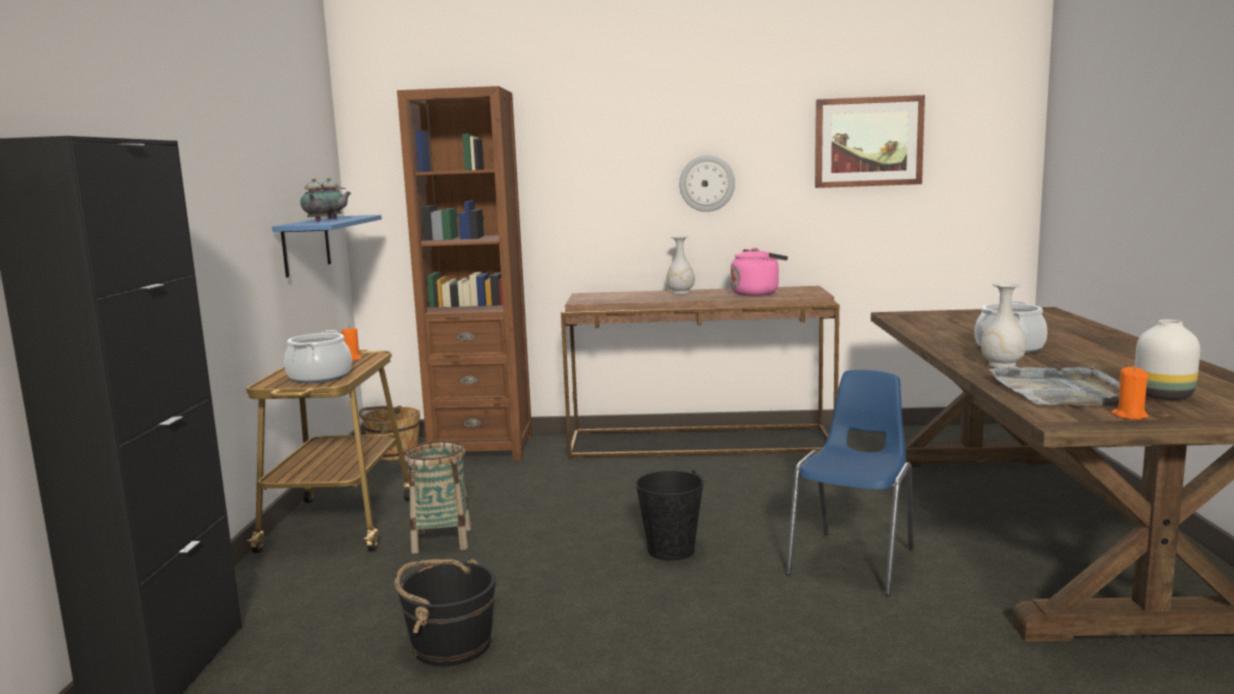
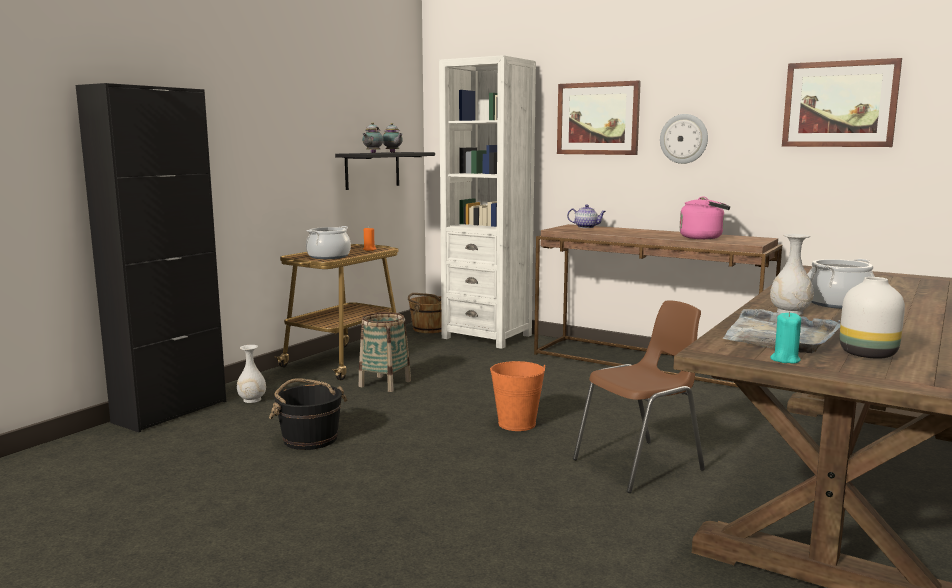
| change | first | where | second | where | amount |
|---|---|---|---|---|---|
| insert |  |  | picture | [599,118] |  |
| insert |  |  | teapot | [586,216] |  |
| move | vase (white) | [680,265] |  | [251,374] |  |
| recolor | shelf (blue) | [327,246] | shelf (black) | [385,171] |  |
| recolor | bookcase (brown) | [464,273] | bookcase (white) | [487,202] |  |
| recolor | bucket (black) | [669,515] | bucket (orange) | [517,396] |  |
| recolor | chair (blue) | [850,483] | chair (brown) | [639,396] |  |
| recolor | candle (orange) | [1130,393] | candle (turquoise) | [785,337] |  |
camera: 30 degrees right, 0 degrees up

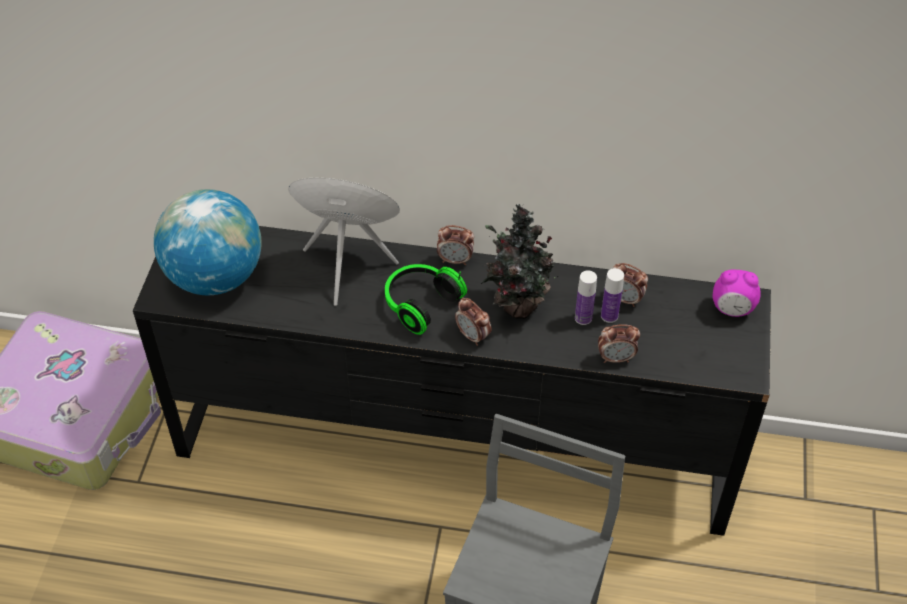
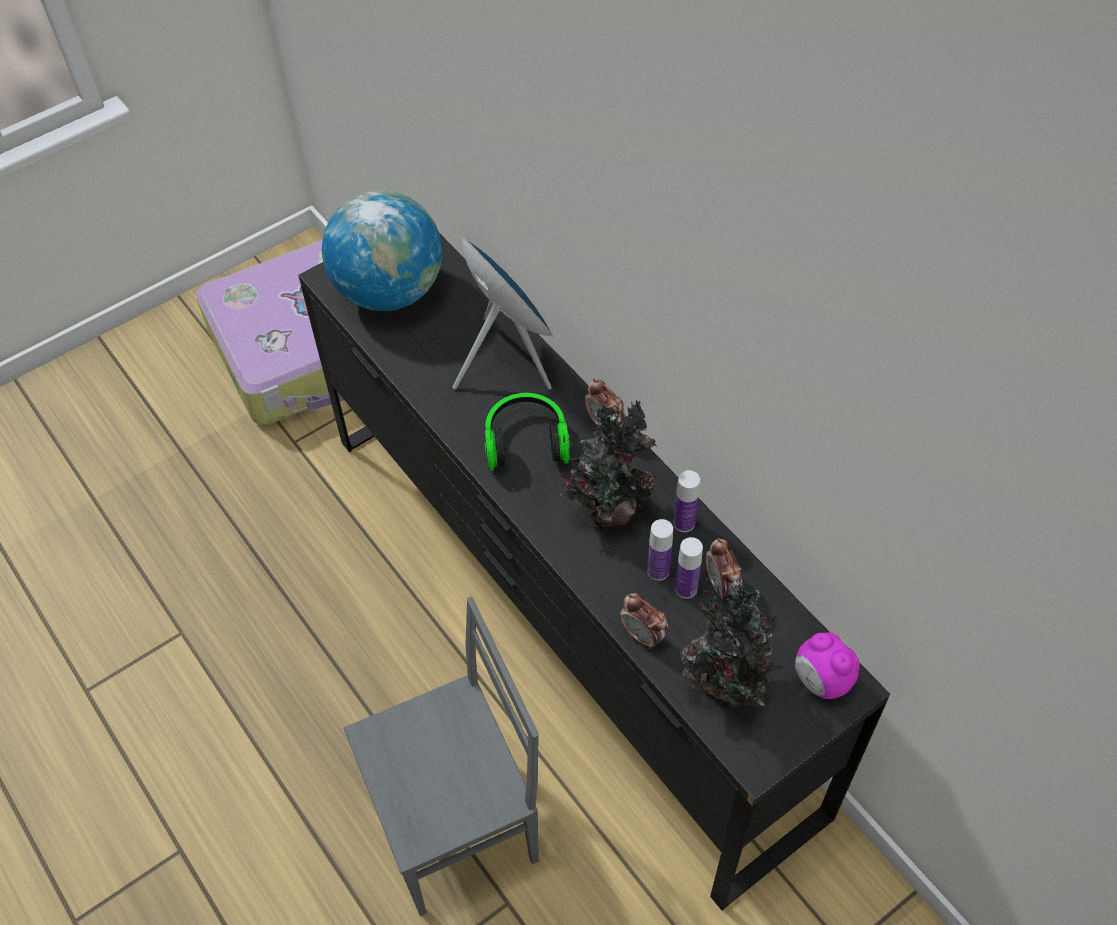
| change | first | where | second | where | amount |
|---|---|---|---|---|---|
| delete | alarm clock | [473,321] |  |  |  |
| insert |  |  | bottle | [686,501] |  |
| insert |  |  | potted plant | [731,640] |  |
camera: 45 degrees right, 5 degrees up

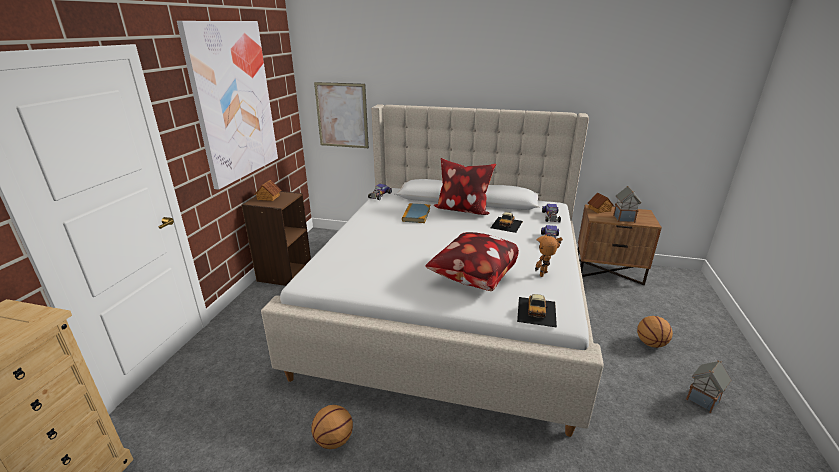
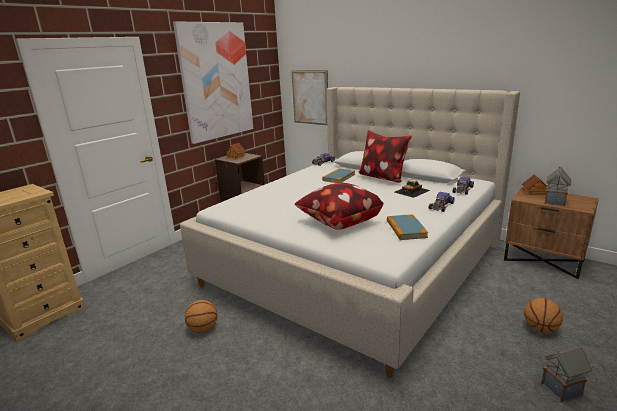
| change | first | where | second | where | amount |
|---|---|---|---|---|---|
| delete | toy car | [537,311] |  |  |  |
| replace | toy robot | [549,256] | book | [407,227] |  |
camera: 25 degrees right, 5 degrees down

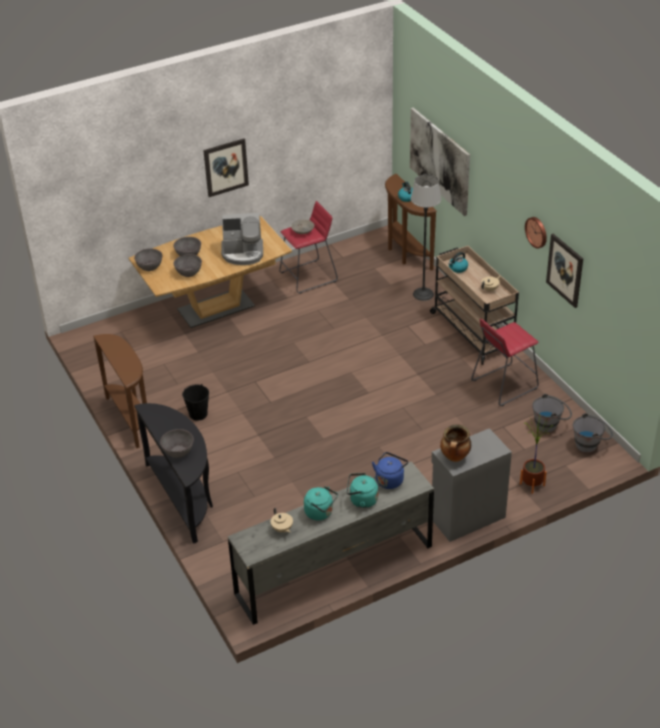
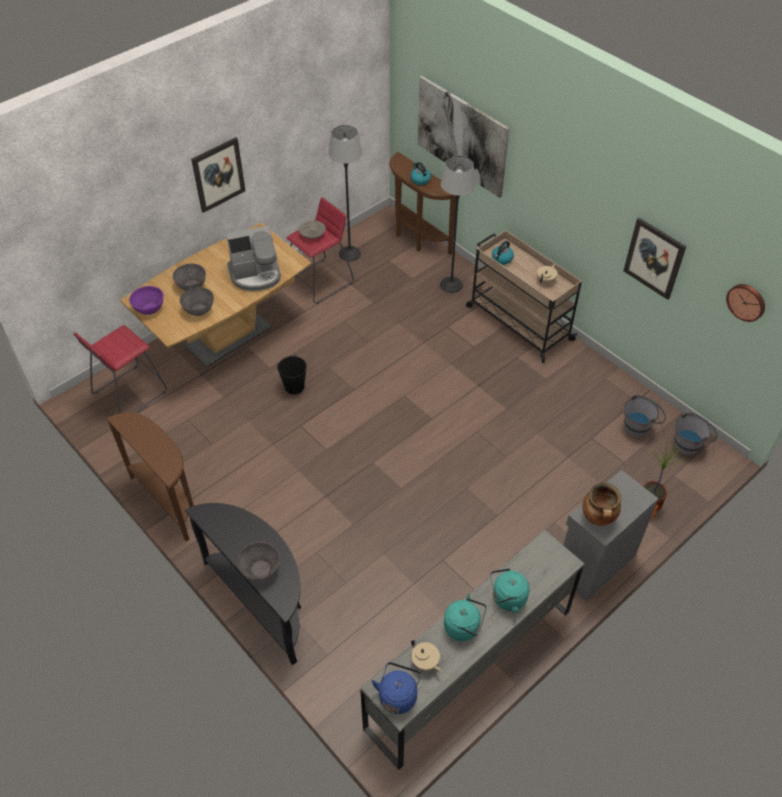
| change | first | where | second | where | amount |
|---|---|---|---|---|---|
| insert |  |  | floor lamp | [345,193] |  |
| move | bucket (black) | [195,402] |  | [292,375] |  |
| move | kettle (blue) | [390,470] |  | [396,688] |  |
| move | stool (red) | [505,362] |  | [120,369] |  |
| move | wall clock | [536,233] |  | [745,303] |  |
| recolor | bowl (grey) | [148,259] | bowl (purple) | [146,300] |  |
camera: 15 degrees left, 10 degrees up

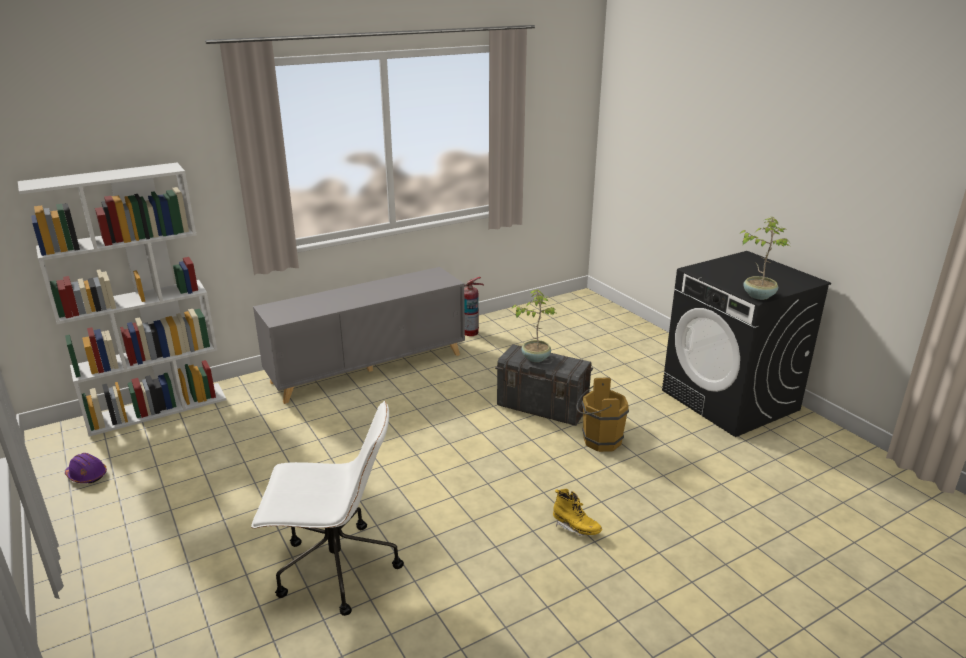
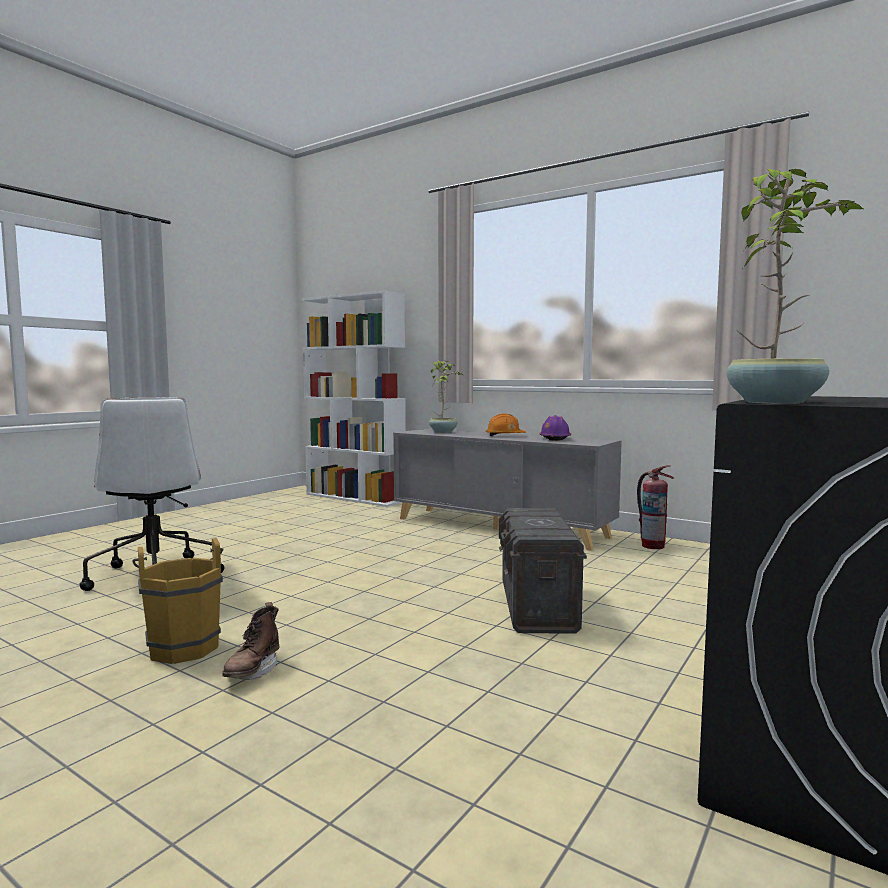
| change | first | where | second | where | amount |
|---|---|---|---|---|---|
| insert |  |  | hard hat (orange) | [506,424] |  |
| move | hard hat (purple) | [86,468] |  | [555,428] |  |
| move | potted plant | [533,325] |  | [446,397] |  |
| move | bucket (brown) | [602,415] |  | [177,601] |  |
| recolor | boot (yellow) | [577,512] | boot (brown) | [251,641] |  |
camera: 65 degrees right, 20 degrees down

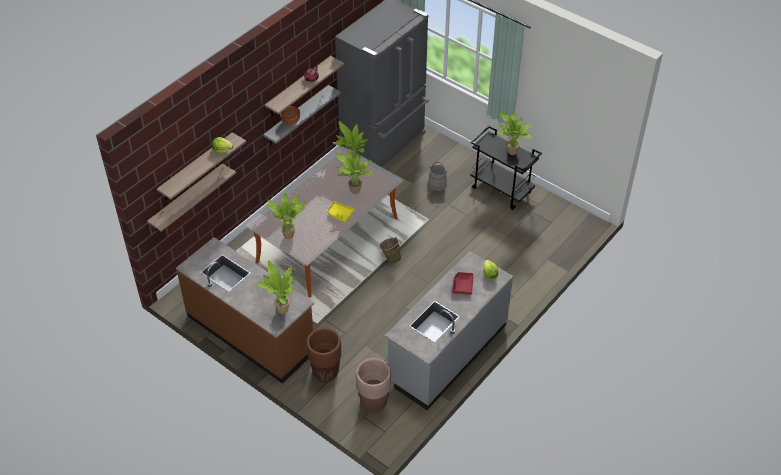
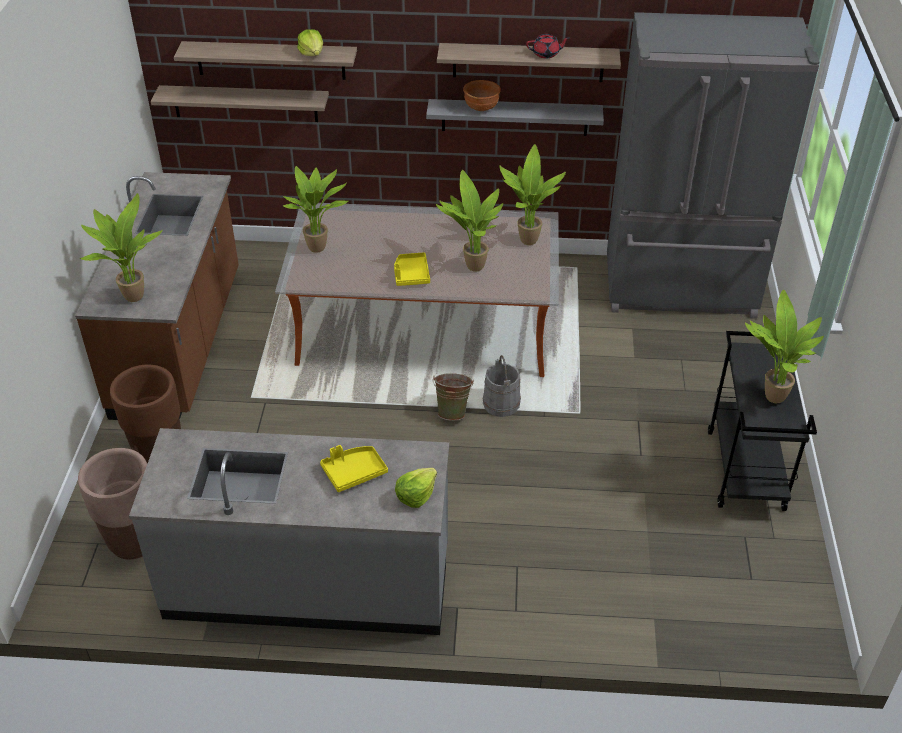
| change | first | where | second | where | amount |
|---|---|---|---|---|---|
| move | bucket (grey) | [438,176] |  | [502,386] |  |
| recolor | tray (red) | [463,283] | tray (yellow) | [354,468] |  |
camera: 55 degrees right, 5 degrees down

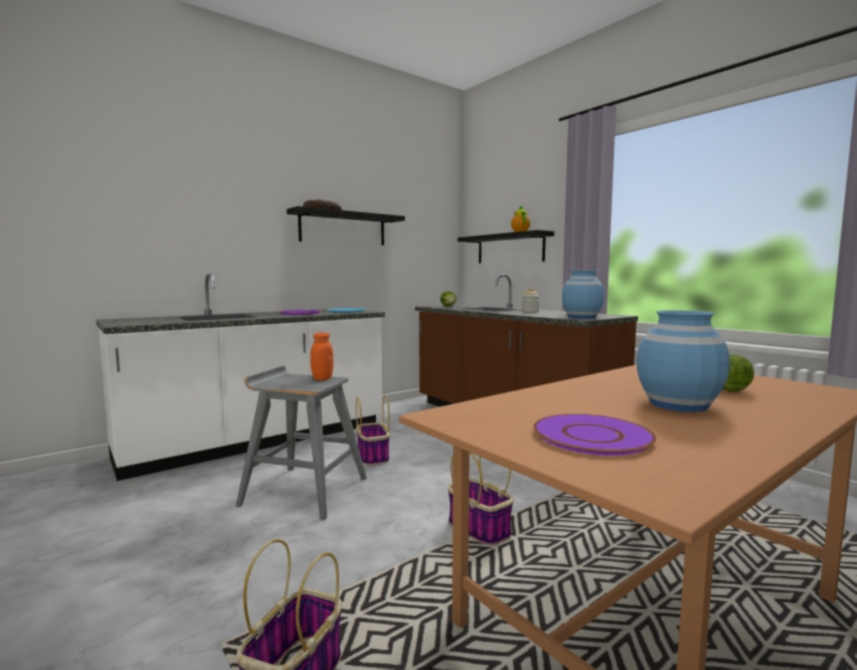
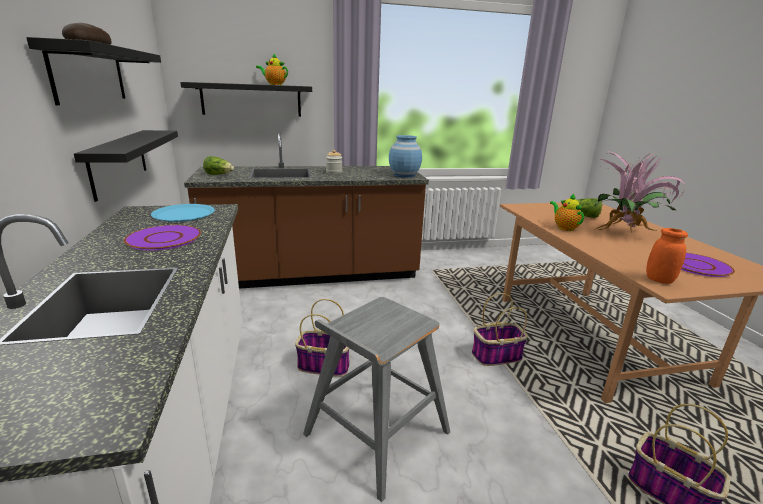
| change | first | where | second | where | amount |
|---|---|---|---|---|---|
| insert |  |  | shelf (black) | [126,166] |  |
| insert |  |  | teapot | [567,212] |  |
| move | jar (orange) | [321,356] |  | [667,256] |  |
| replace | vase (blue) | [683,361] | potted plant | [639,192] |  |
camera: 65 degrees left, 15 degrees up

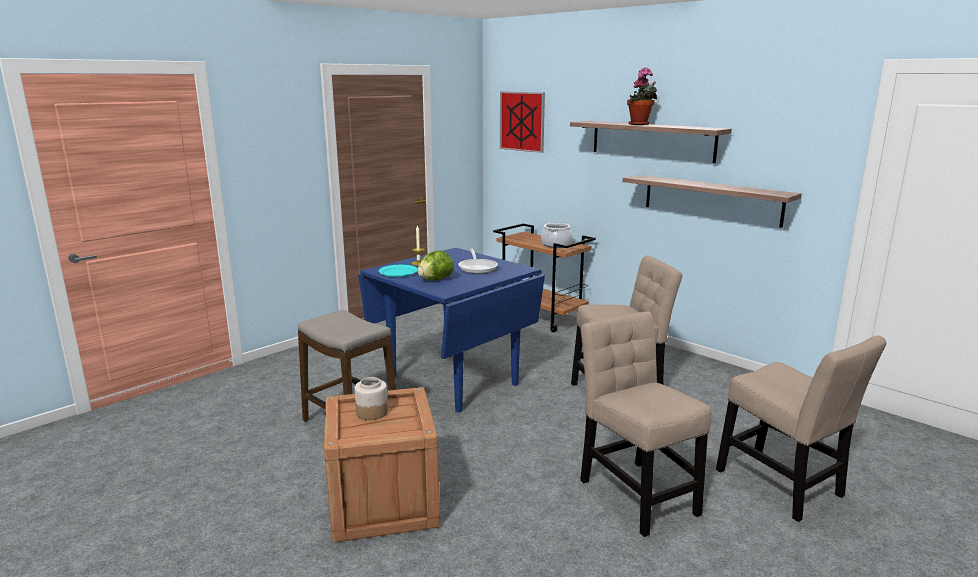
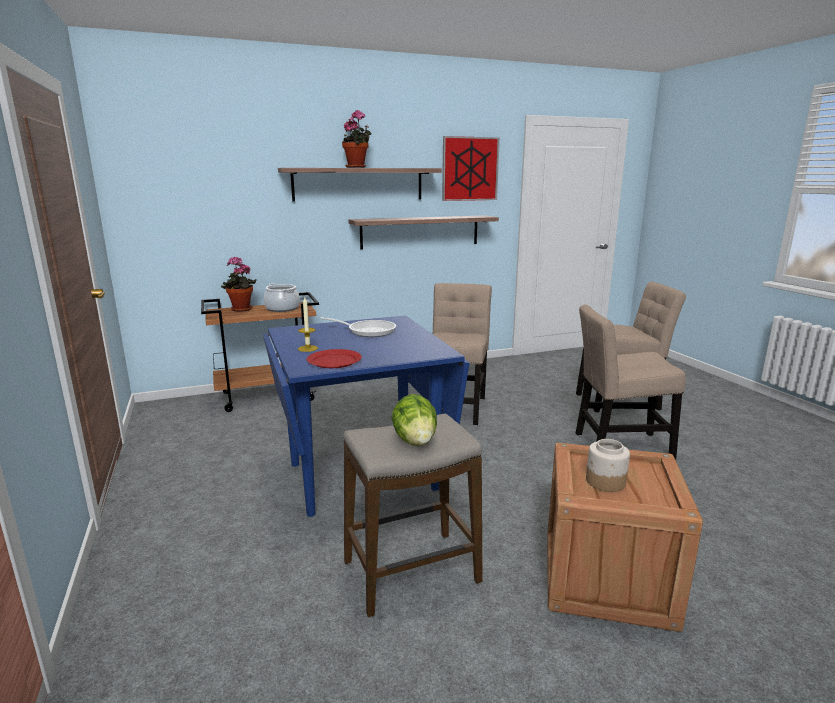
| change | first | where | second | where | amount |
|---|---|---|---|---|---|
| insert |  |  | potted plant | [239,284] |  |
| move | lettuce | [436,265] |  | [414,420] |  |
| move | picture | [522,122] |  | [471,168] |  |
| recolor | plate (turquoise) | [398,271] | plate (red) | [334,358] |  |
camera: 65 degrees left, 0 degrees up

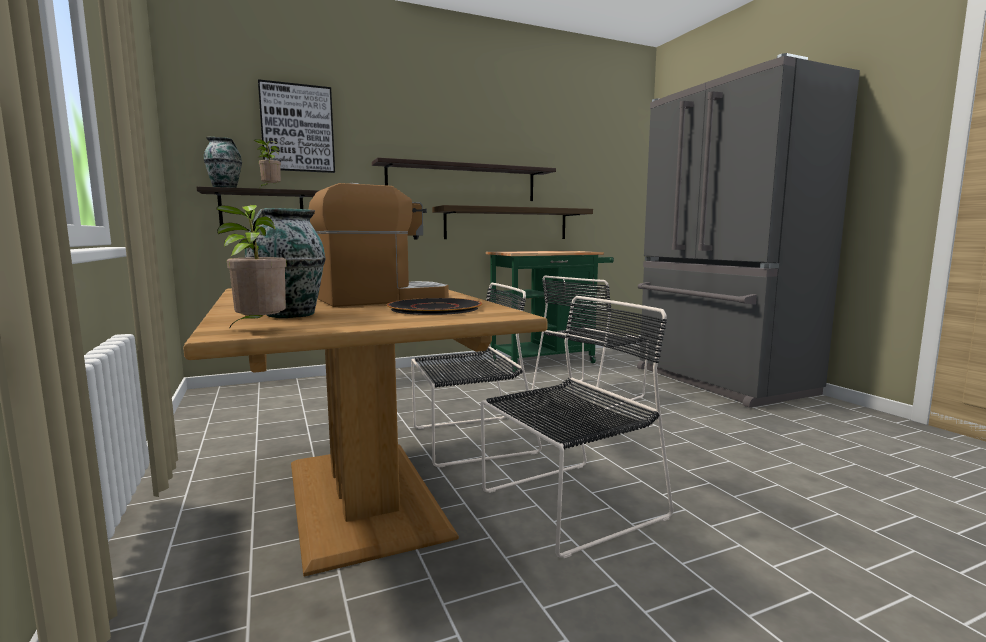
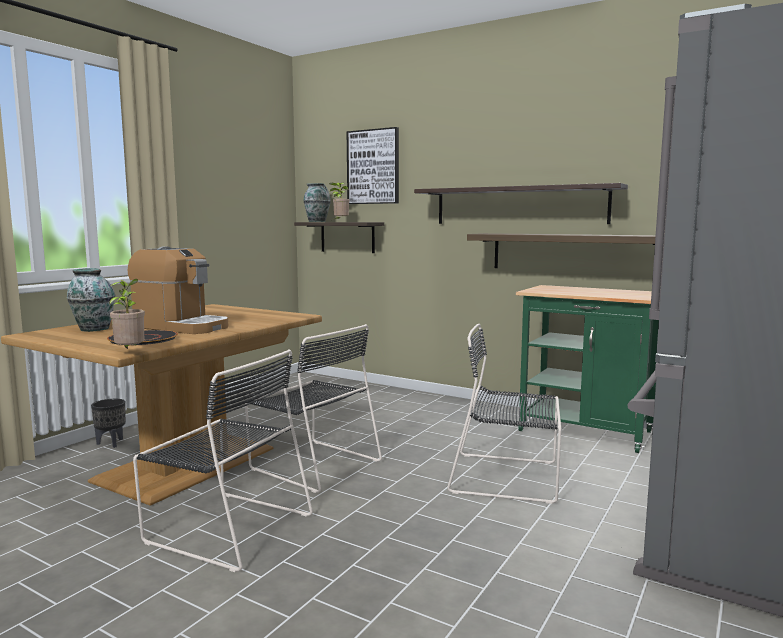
| change | first | where | second | where | amount |
|---|---|---|---|---|---|
| insert |  |  | planter (black) | [108,423] |  |
| move | potted plant | [252,267] |  | [127,314] |  |
camera: 55 degrees right, 0 degrees up

